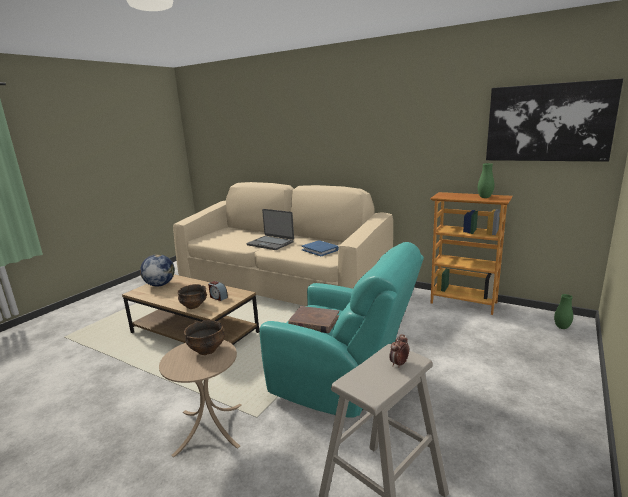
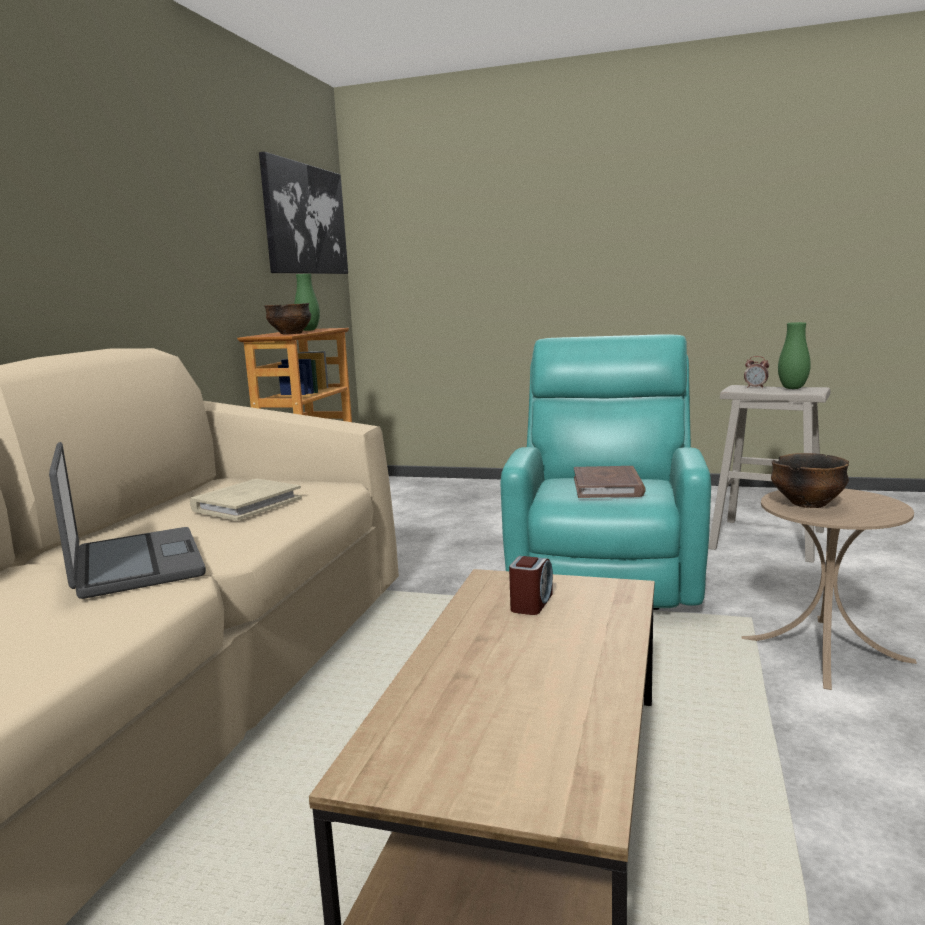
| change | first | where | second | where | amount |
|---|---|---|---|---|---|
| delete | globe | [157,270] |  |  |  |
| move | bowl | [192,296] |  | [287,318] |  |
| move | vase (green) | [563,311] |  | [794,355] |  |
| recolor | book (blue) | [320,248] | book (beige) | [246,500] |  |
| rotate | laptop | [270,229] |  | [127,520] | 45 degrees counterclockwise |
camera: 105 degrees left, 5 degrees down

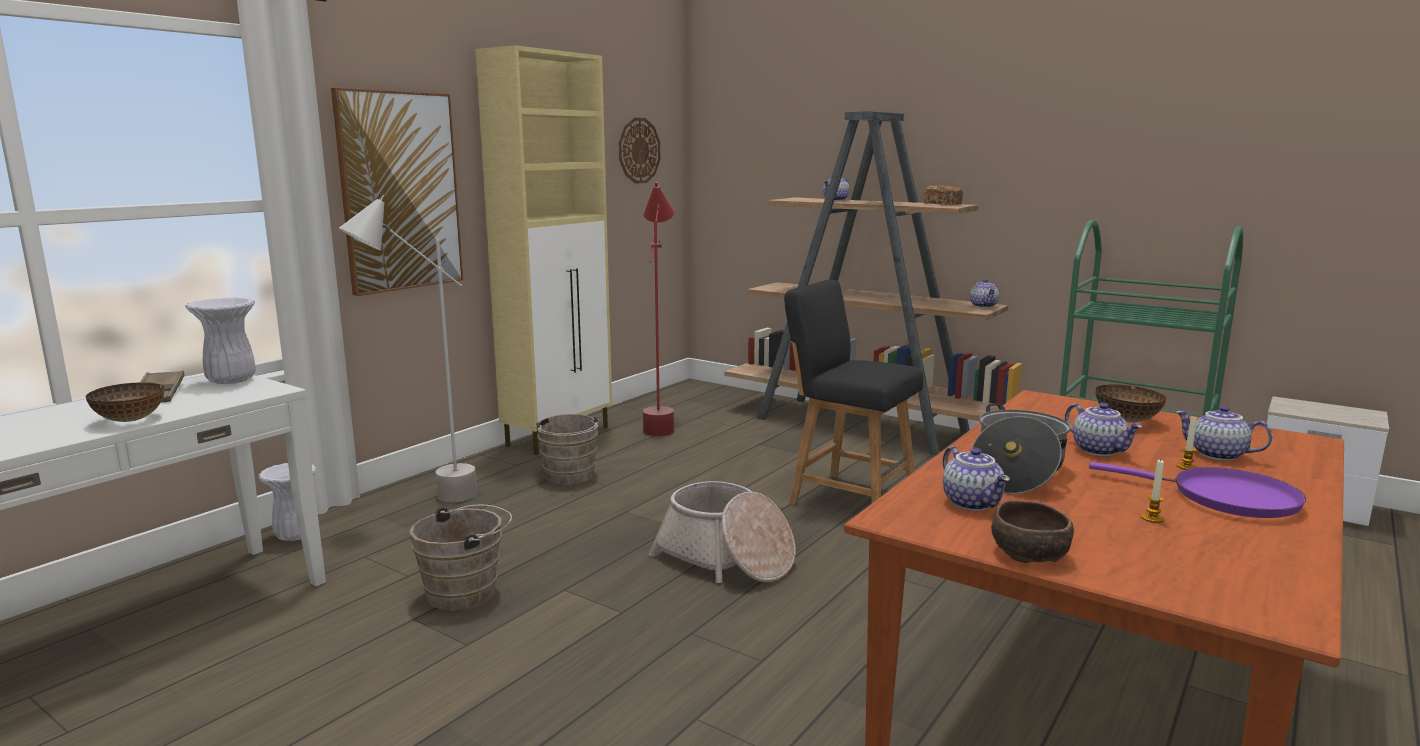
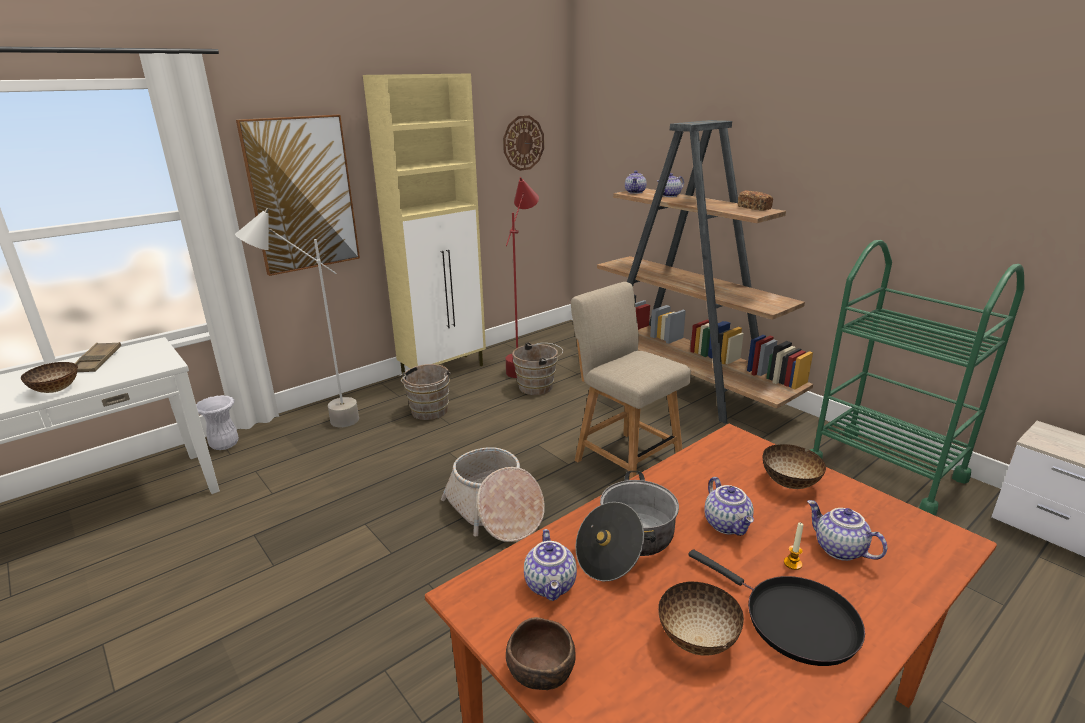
| change | first | where | second | where | amount |
|---|---|---|---|---|---|
| delete | vase (white) | [220,340] |  |  |  |
| move | bucket (brown) | [460,558] |  | [537,368] |  |
| move | teapot | [984,293] |  | [636,182] |  |
| replace | candle | [1153,491] | bowl | [701,618] |  |
| recolor | chair (black) | [853,392] | chair (beige) | [631,380] |  |
| recolor | frying pan (purple) | [1197,490] | frying pan (black) | [776,607] |  |
camera: 15 degrees right, 10 degrees up

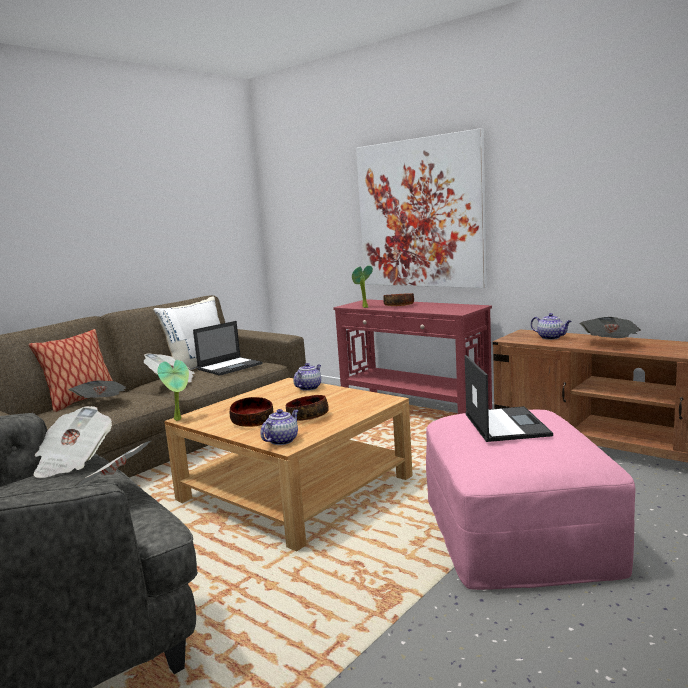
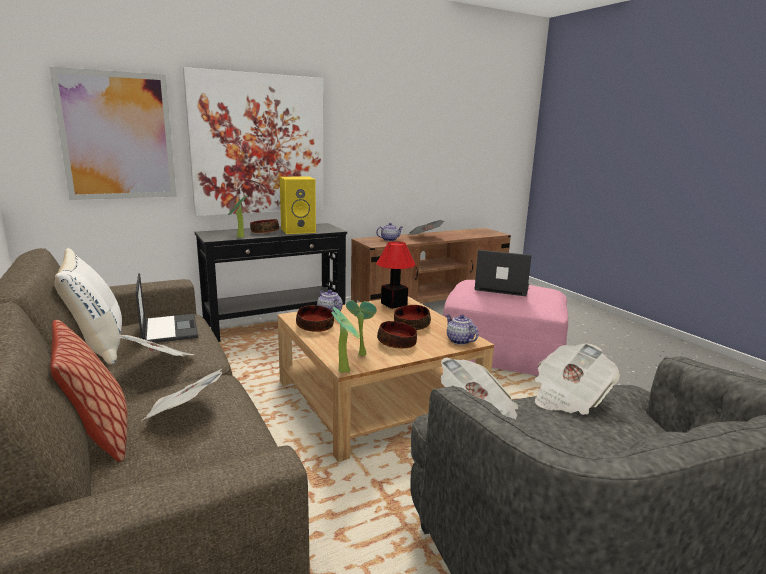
| change | first | where | second | where | amount |
|---|---|---|---|---|---|
| insert |  |  | picture | [113,133] |  |
| insert |  |  | speaker (yellow) | [298,205] |  |
| insert |  |  | bowl | [315,318] |  |
| insert |  |  | potted plant | [361,328] |  |
| insert |  |  | table lamp | [396,275] |  |
| recolor | console table (red) | [412,356] | console table (black) | [271,282] |  |
camera: 70 degrees left, 5 degrees up

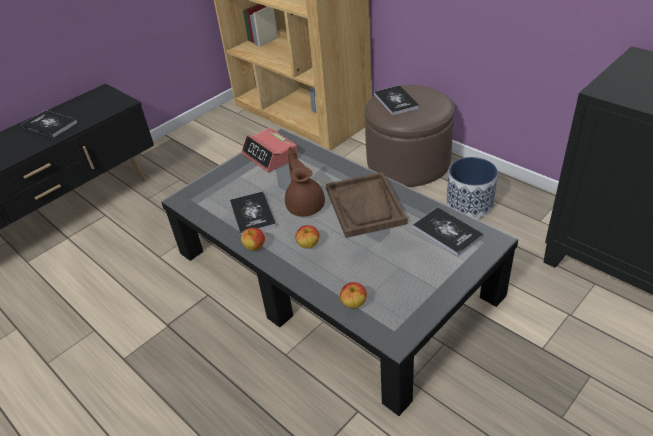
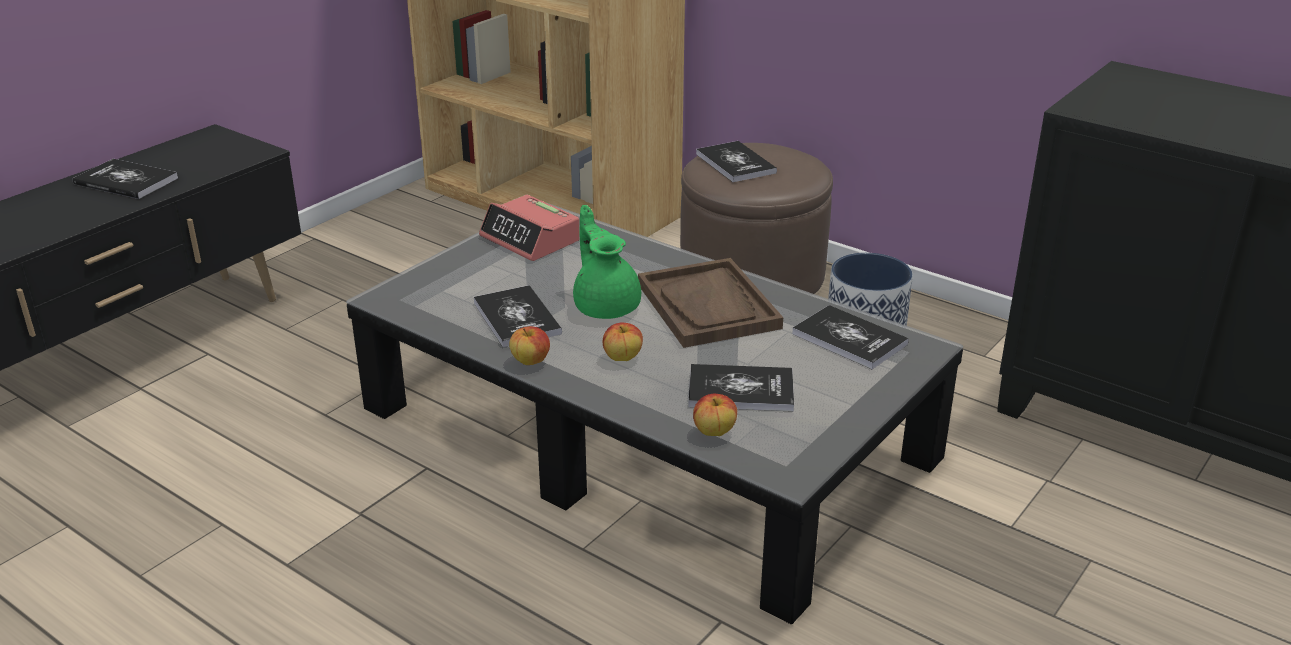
| change | first | where | second | where | amount |
|---|---|---|---|---|---|
| insert |  |  | book | [741,388] |  |
| recolor | teapot (brown) | [305,182] | teapot (green) | [607,262] |  |
camera: 10 degrees left, 10 degrees down

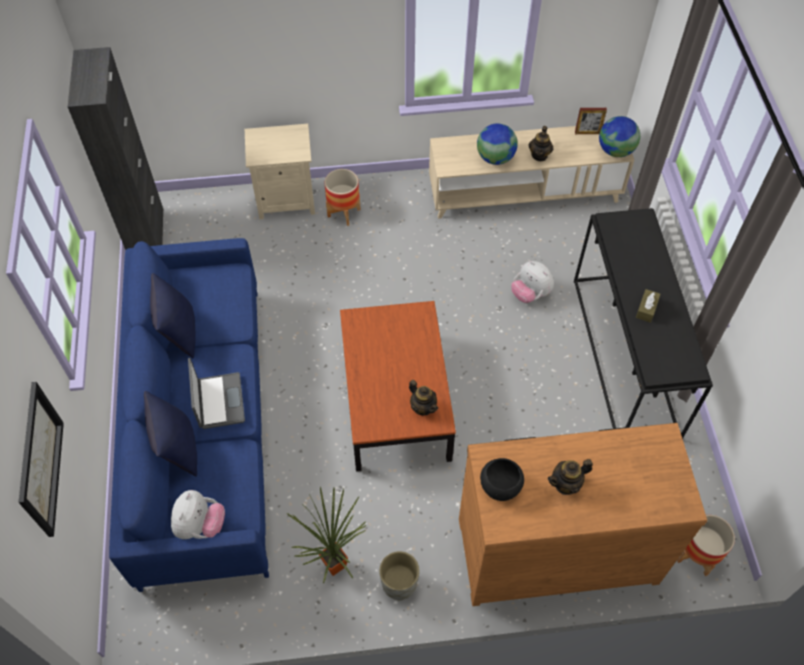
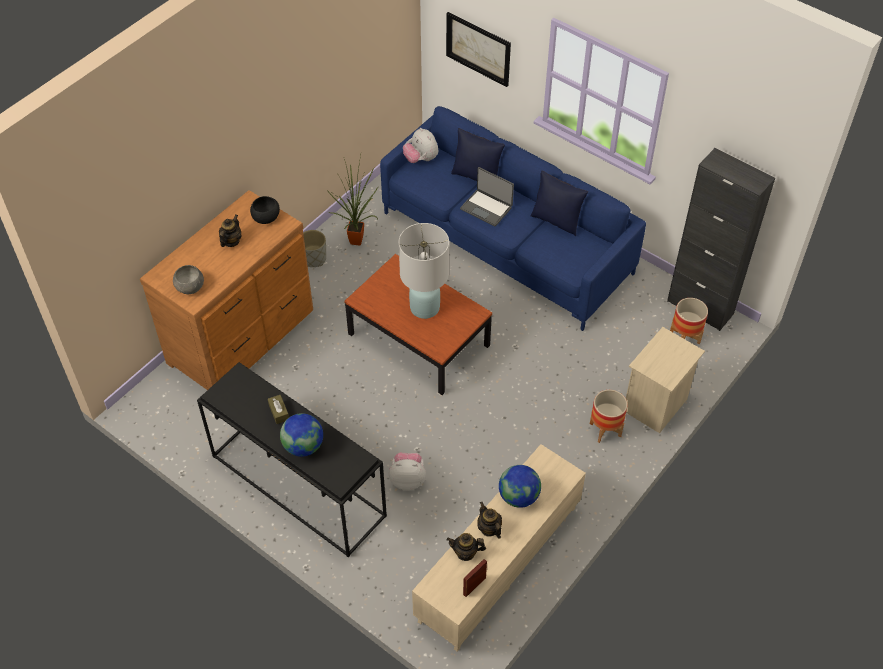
| change | first | where | second | where | amount |
|---|---|---|---|---|---|
| insert |  |  | bowl (grey) | [188,279] |  |
| insert |  |  | table lamp (white) | [424,271] |  |
| move | teapot | [423,397] |  | [466,547] |  |
| move | globe | [619,136] |  | [301,435] |  |
| move | planter | [706,545] |  | [689,321] |  |
camera: 135 degrees right, 5 degrees down

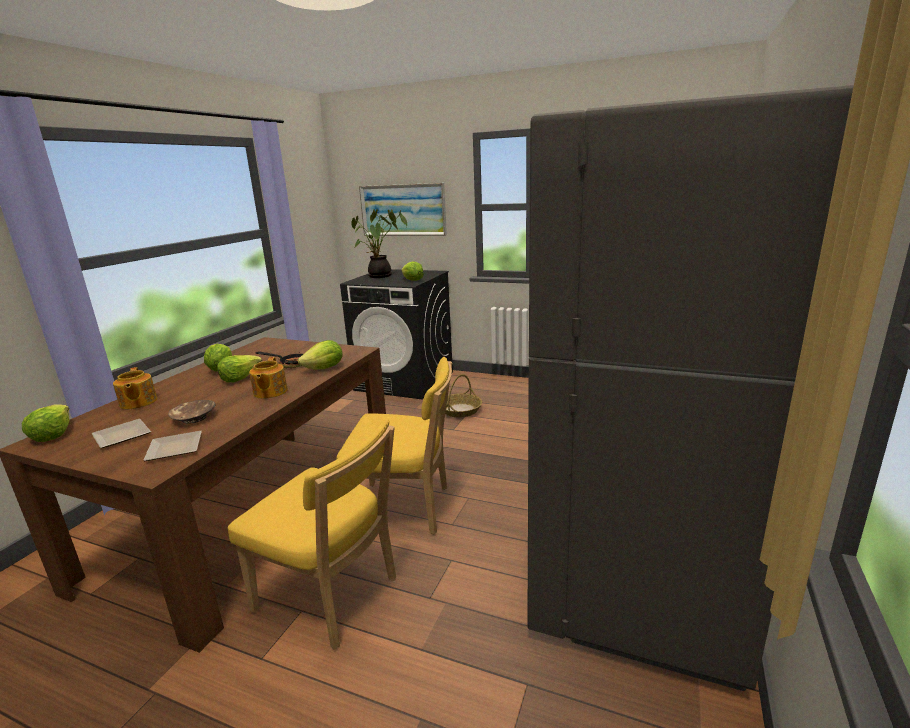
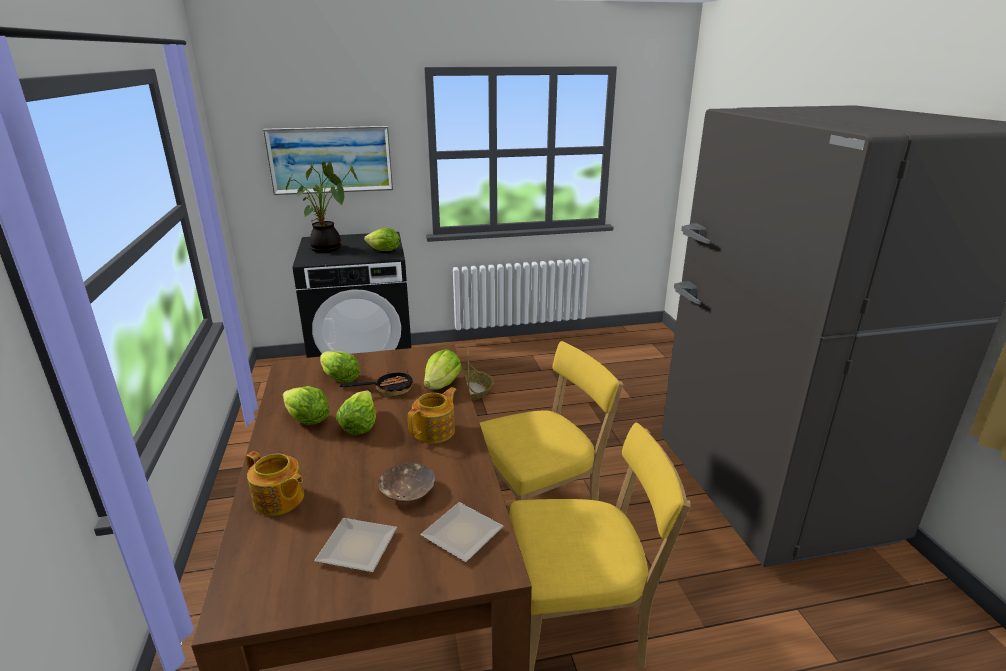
| change | first | where | second | where | amount |
|---|---|---|---|---|---|
| move | lettuce | [45,423] |  | [340,367] |  |
| rotate | teapot | [268,378] |  | [432,415] | 105 degrees counterclockwise |
camera: 35 degrees left, 5 degrees up

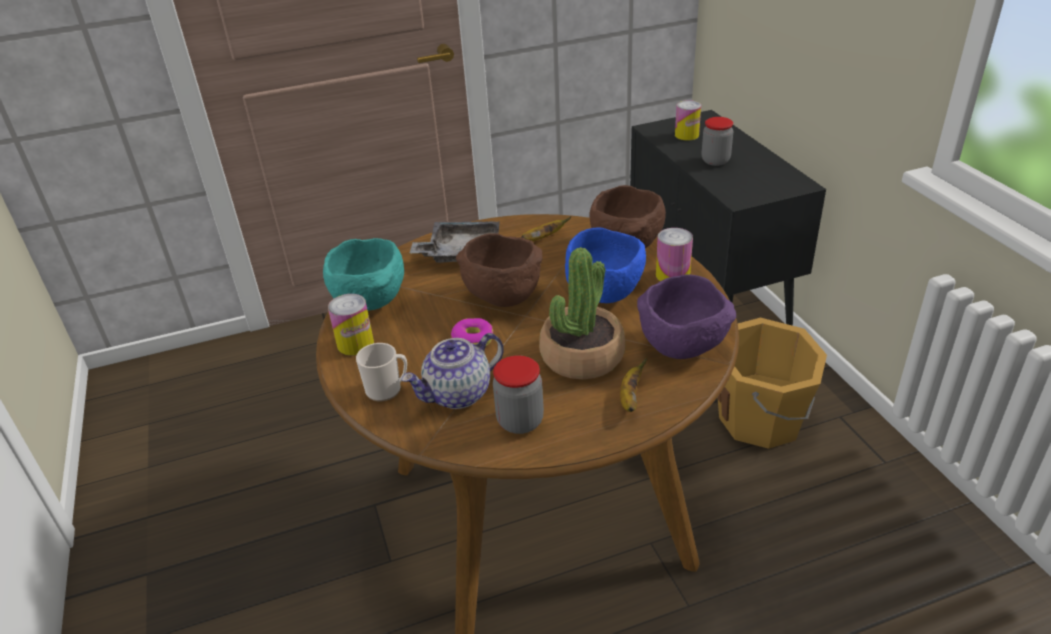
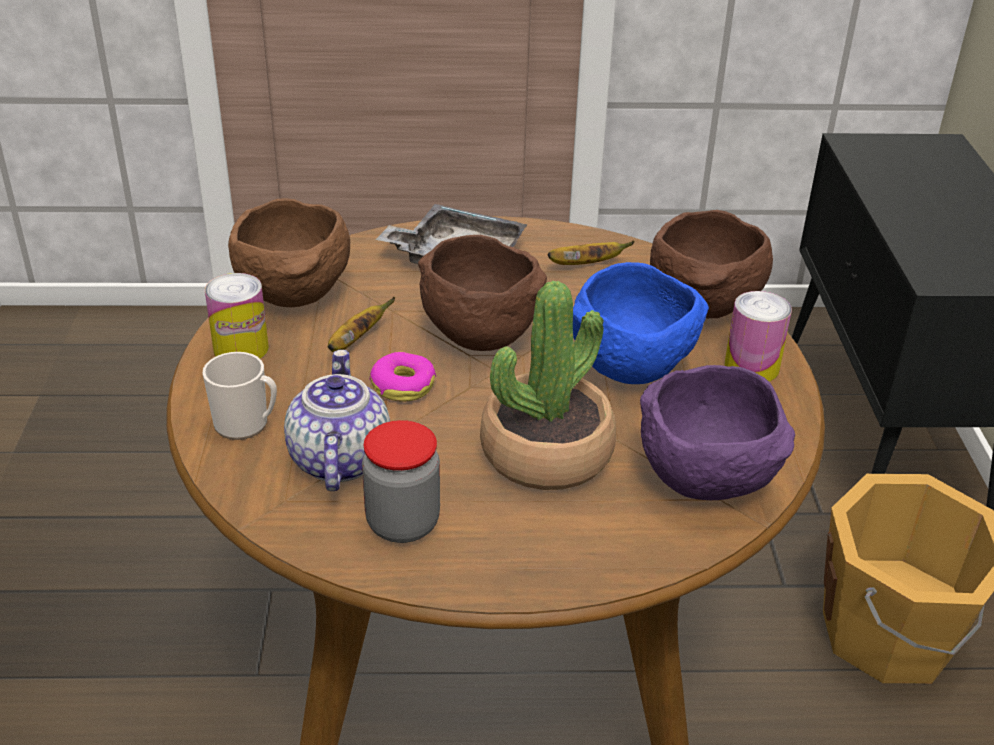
| change | first | where | second | where | amount |
|---|---|---|---|---|---|
| delete | can | [688,120] |  |  |  |
| delete | jar | [718,141] |  |  |  |
| move | banana | [634,384] |  | [361,324] |  |
| recolor | bowl (turquoise) | [363,274] | bowl (brown) | [289,252] |  |
| rotate | teapot | [452,371] |  | [337,420] | 105 degrees clockwise |
camera: 15 degrees right, 0 degrees up

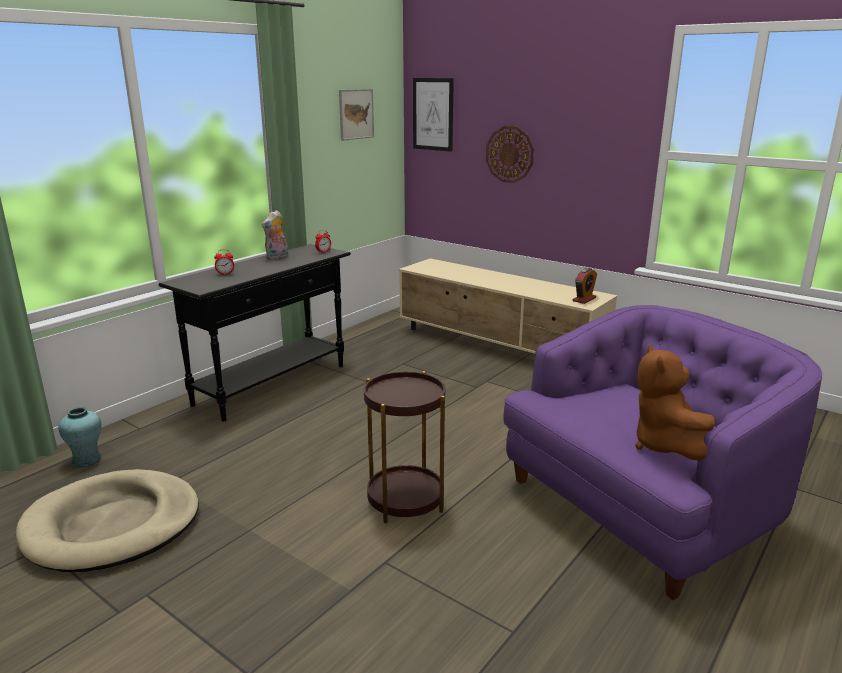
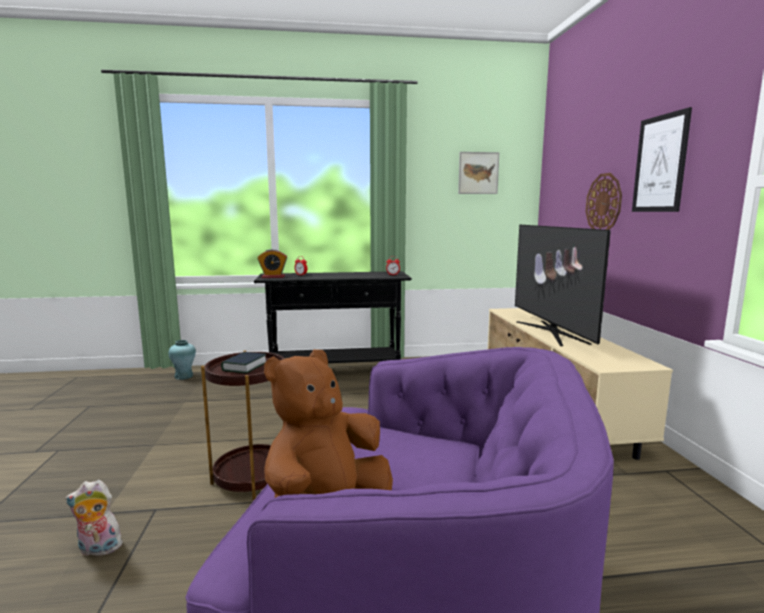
| change | first | where | second | where | amount |
|---|---|---|---|---|---|
| delete | dog bed (beige) | [107,520] |  |  |  |
| insert |  |  | book | [243,362] |  |
| insert |  |  | television | [563,285] |  |
| move | plush toy | [275,234] |  | [93,518] |  |
| move | picture | [433,115] |  | [662,159] |  |
| move | alarm clock | [584,286] |  | [272,263] |  |
camera: 45 degrees right, 10 degrees down

